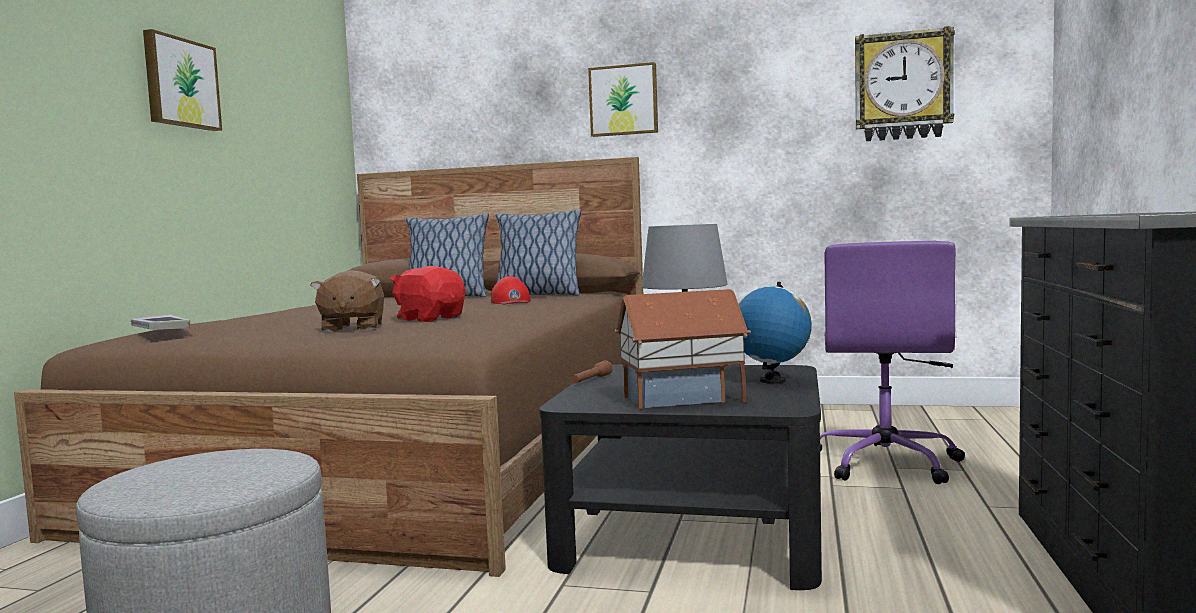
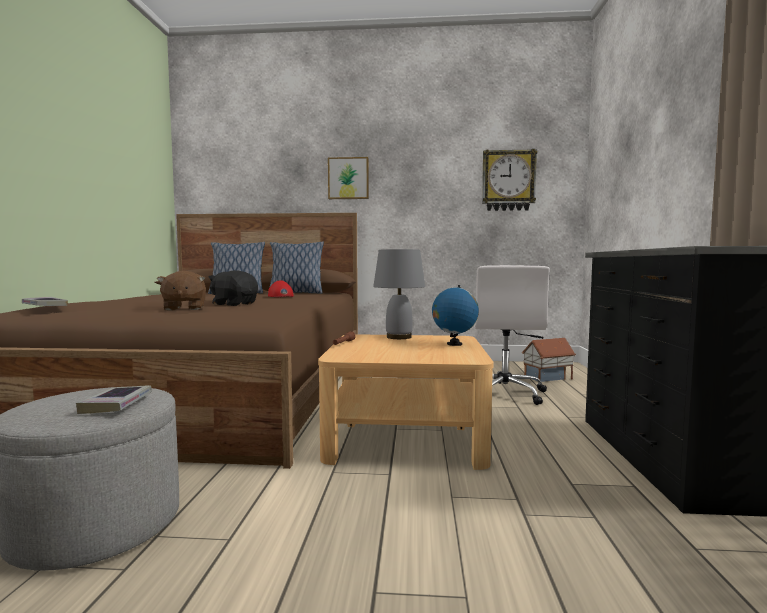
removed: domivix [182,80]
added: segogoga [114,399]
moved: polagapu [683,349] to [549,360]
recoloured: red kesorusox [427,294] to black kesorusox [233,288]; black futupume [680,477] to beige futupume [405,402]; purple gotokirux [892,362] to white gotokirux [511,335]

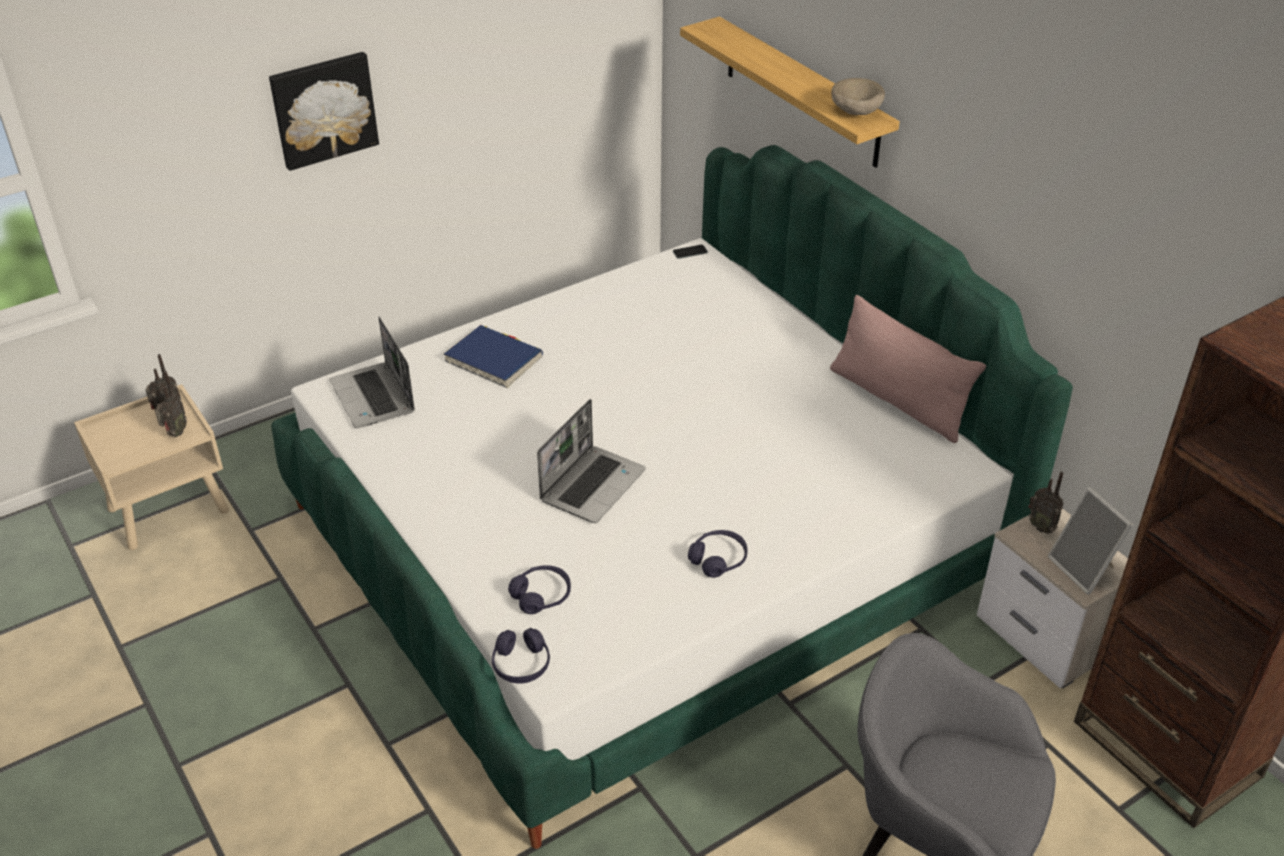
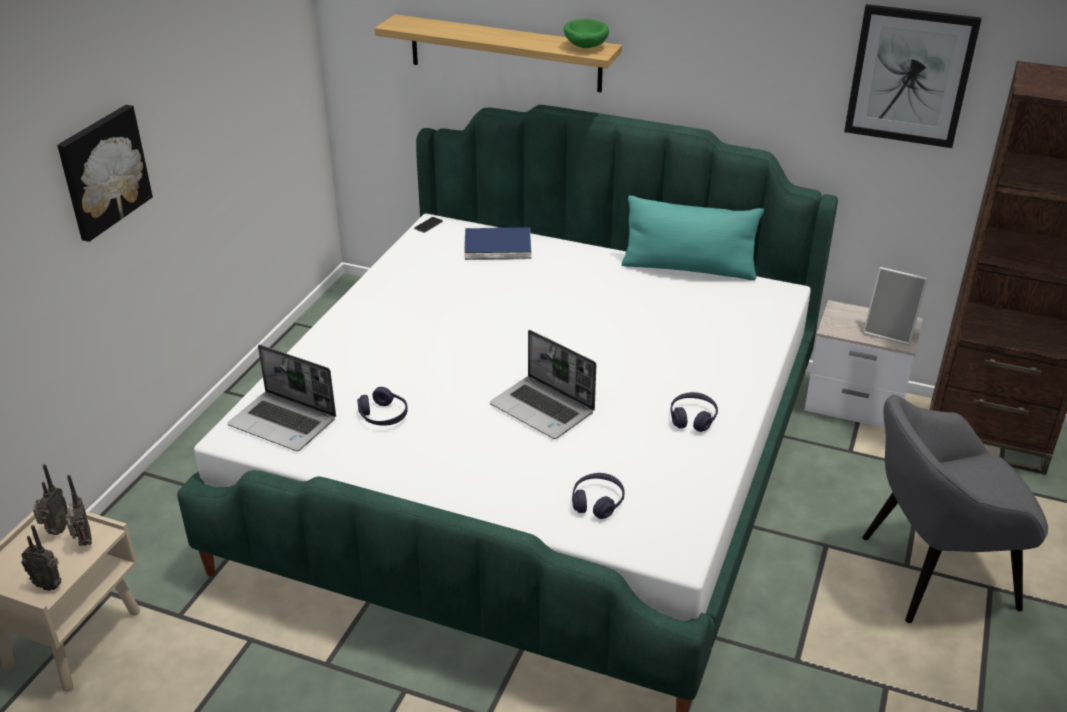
added: domivix [913,76]
moved: blue segogoga [493,356] to [498,243]; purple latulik [521,656] to [382,406]; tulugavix [1045,503] to [41,558]
recoloured: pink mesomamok [908,369] to turquoise mesomamok [693,238]; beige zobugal [858,96] to green zobugal [586,33]
turned: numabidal [591,461] = [543,384] 135 degrees clockwise

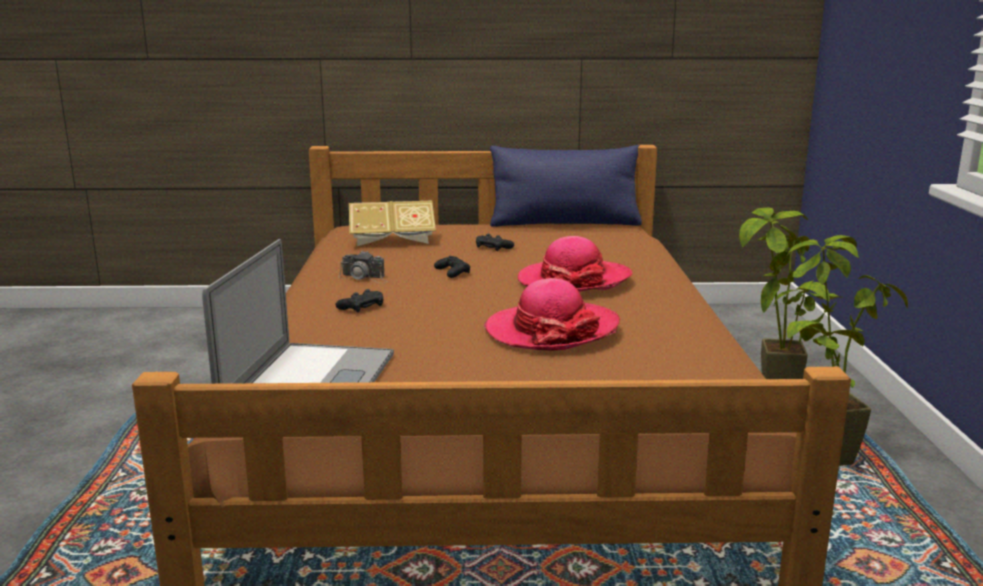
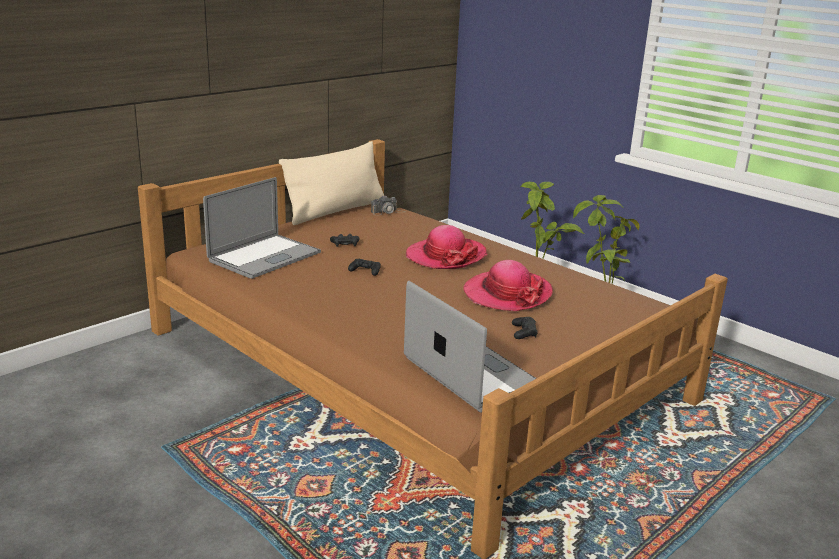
moved: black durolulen [360,301] to [525,328]; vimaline [363,267] to [388,205]
replaced: segogoga [392,223] to numabidal [262,228]
recoloured: blue mesomamok [566,186] to beige mesomamok [331,183]

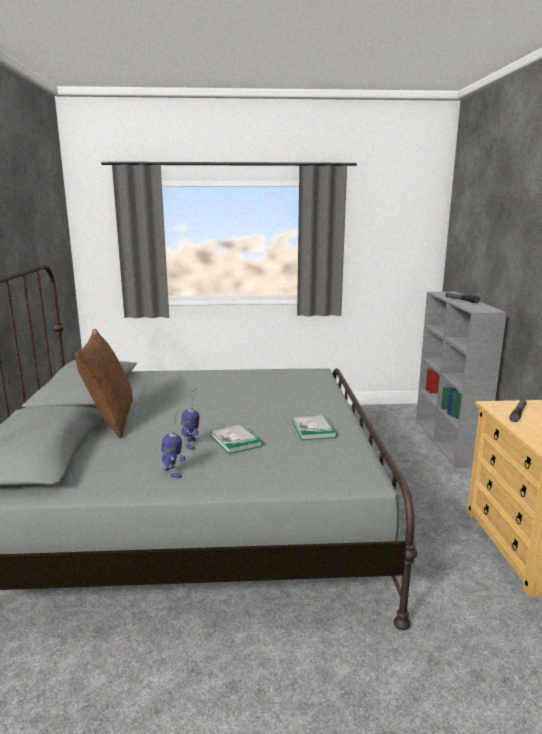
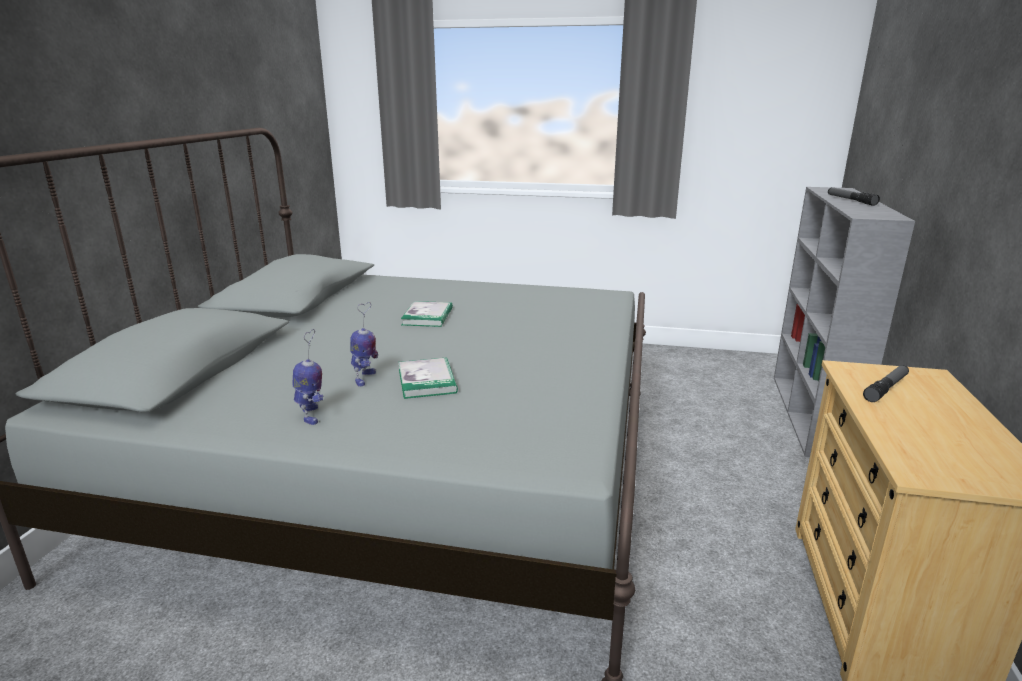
removed: brown mesomamok [103,383]
moved: segogoga [315,427] to [427,314]

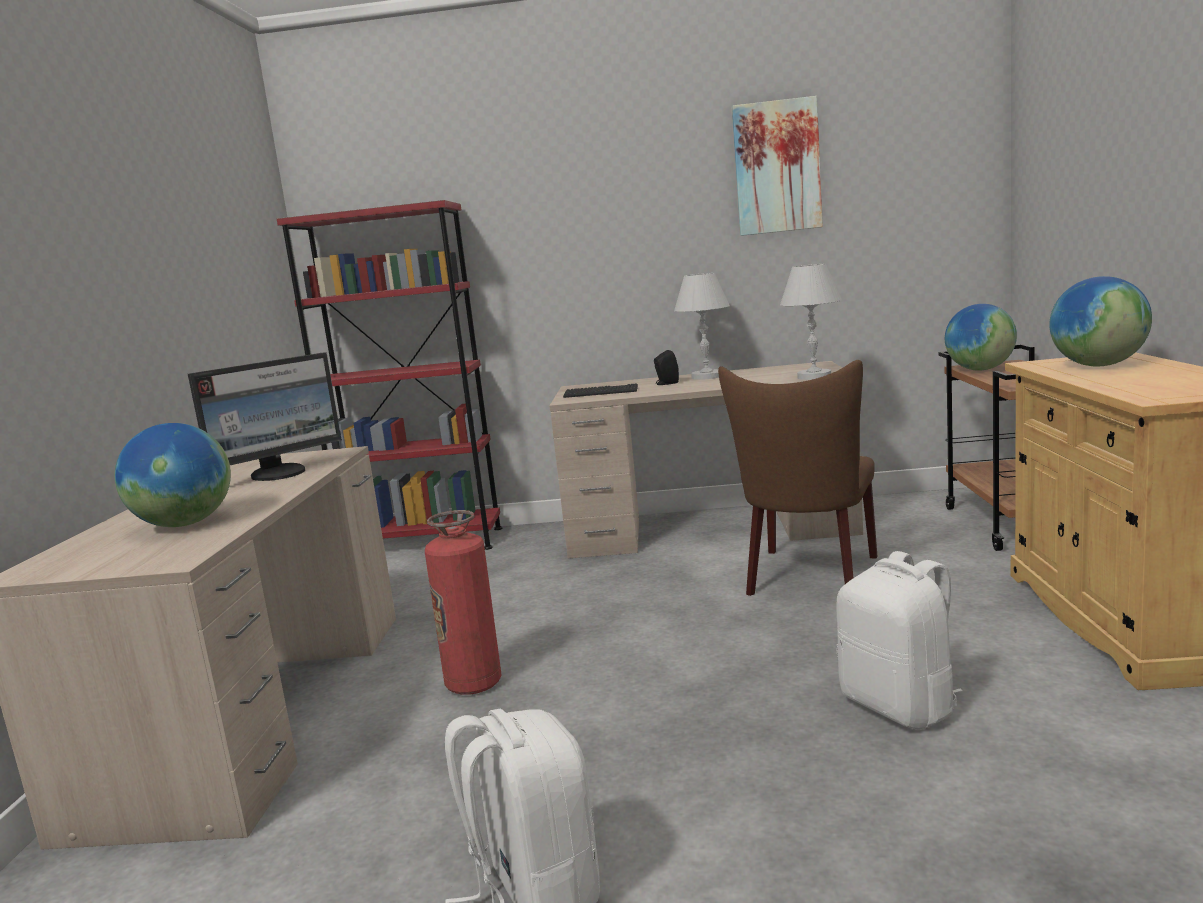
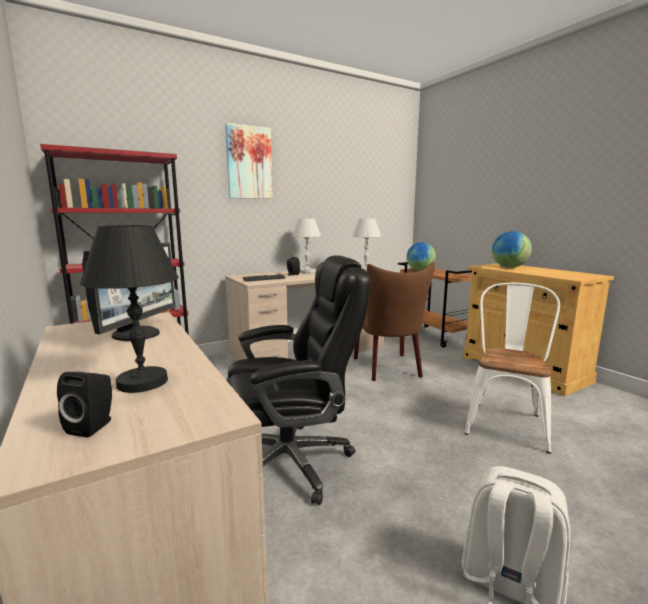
added: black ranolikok [84,405]
moved: domivix [777,166] to [249,161]
replaced: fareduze [173,475] to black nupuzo [129,309]; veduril [463,602] to black gotokirux [298,380]; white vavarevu [899,640] to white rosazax [512,368]

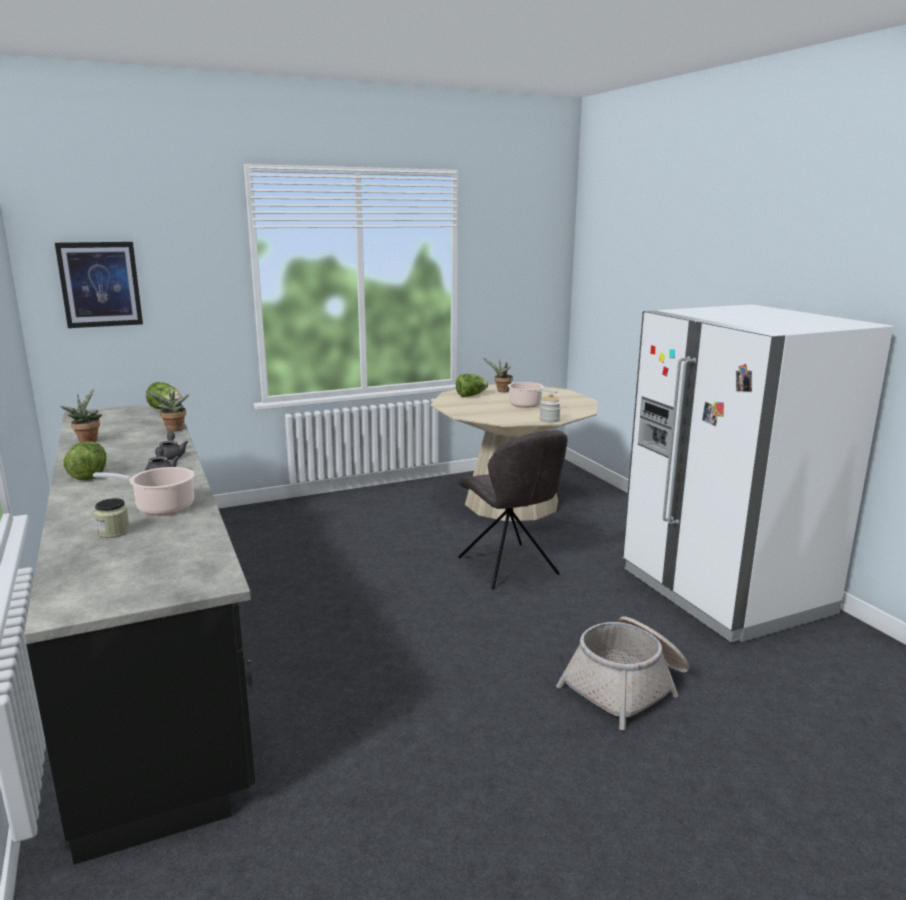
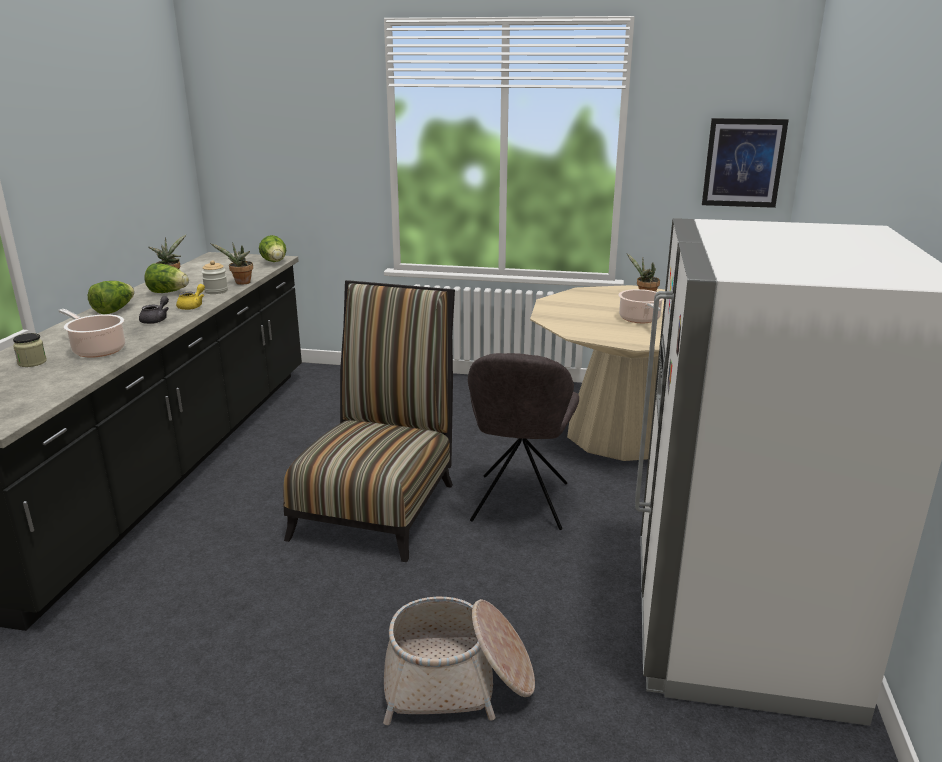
added: rosazax [369,421]
moved: domivix [99,285] to [745,163]; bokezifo [472,385] to [167,278]; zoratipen [550,408] to [214,277]
recoloured: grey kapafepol [172,446] to yellow kapafepol [190,297]

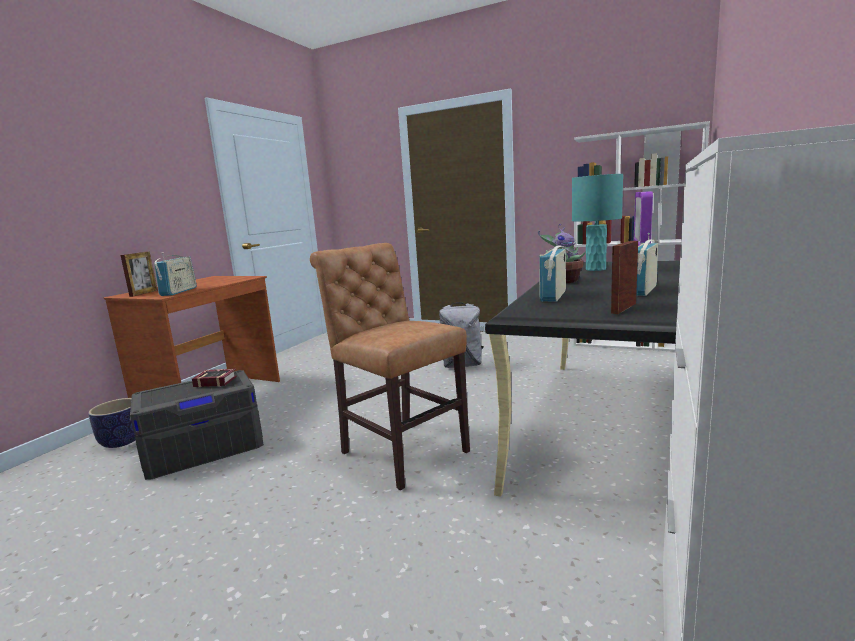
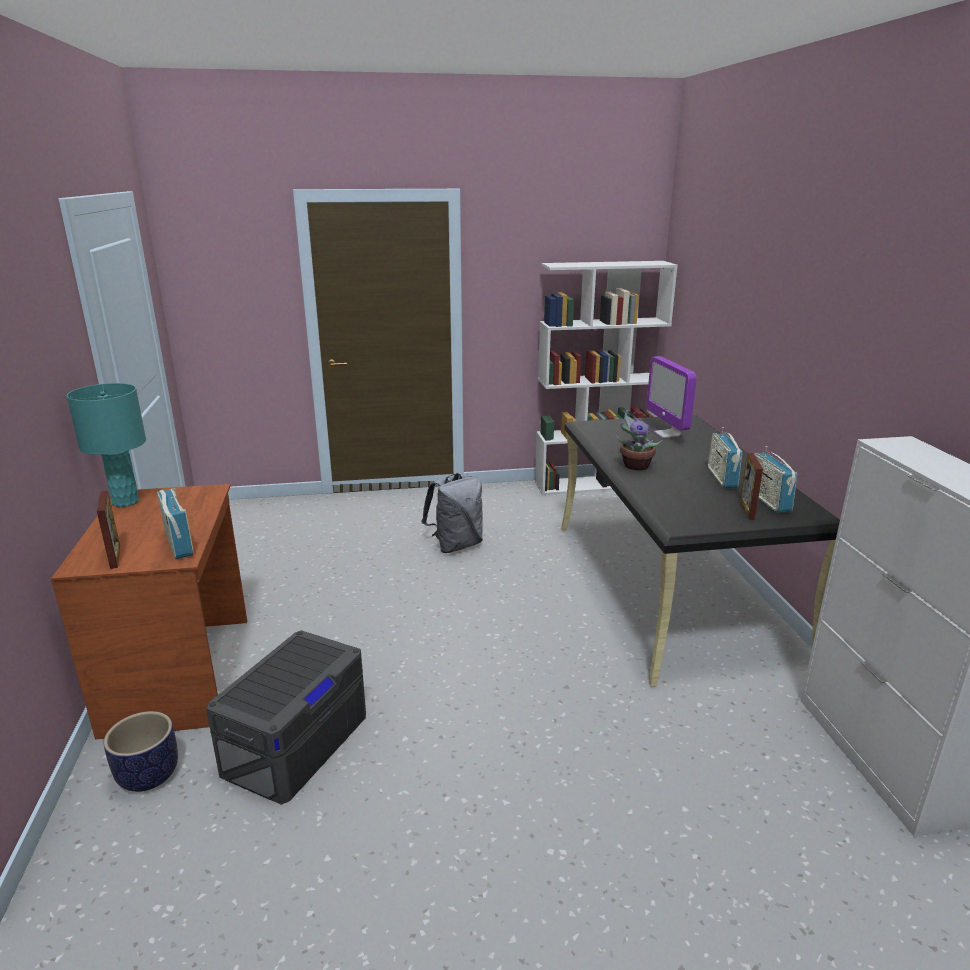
removed: segogoga [214,378]; brown rosazax [390,366]
moved: tulugavix [552,270] to [775,479]; turquoise nupuzo [597,222] to [106,445]

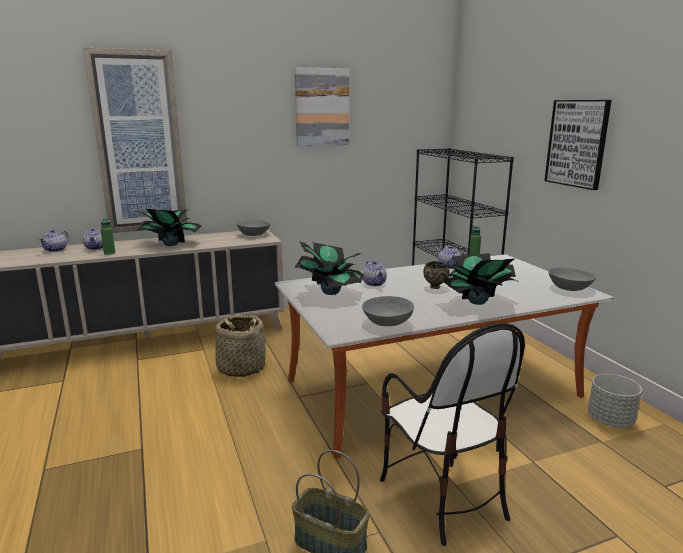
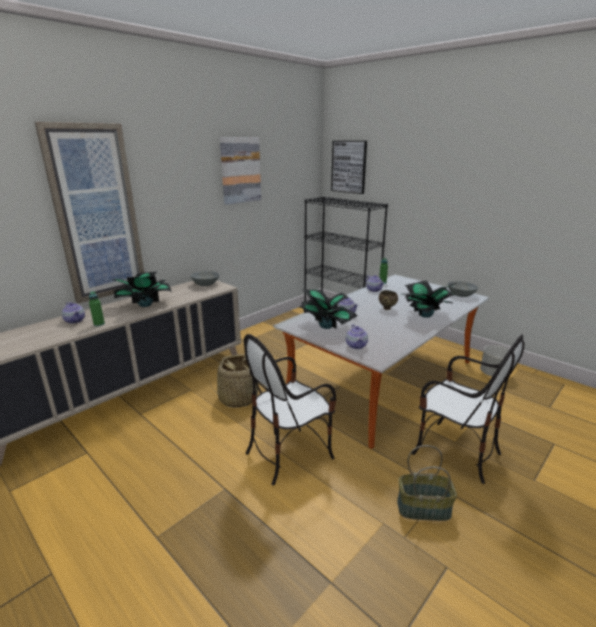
removed: grey zobugal [388,311]
added: rosazax [290,409]
moved: kapafepol [53,241] to [357,336]; domivix [578,145] to [349,167]

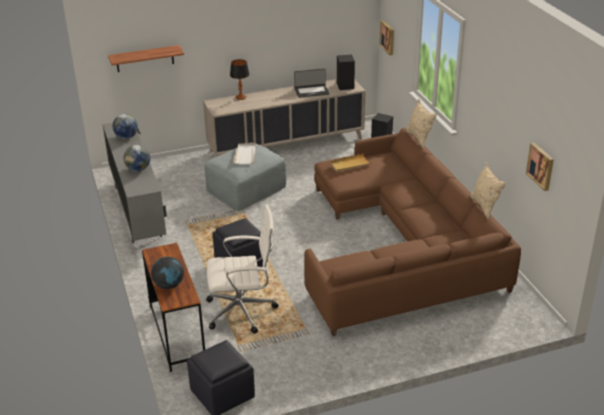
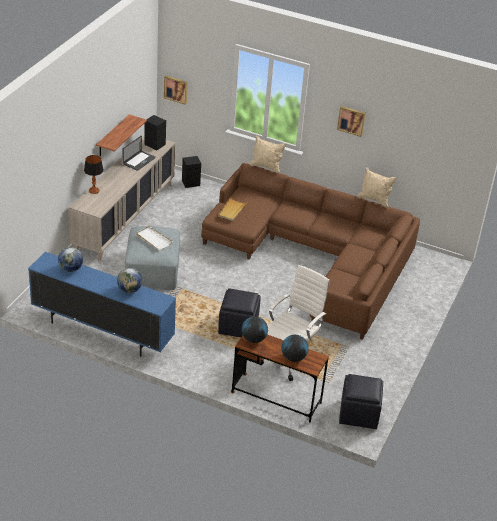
added: fareduze [255,329]
moved: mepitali [146,58] to [121,135]; domivix [540,167] to [351,121]
recoloured: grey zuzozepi [135,182] to blue zuzozepi [102,304]

